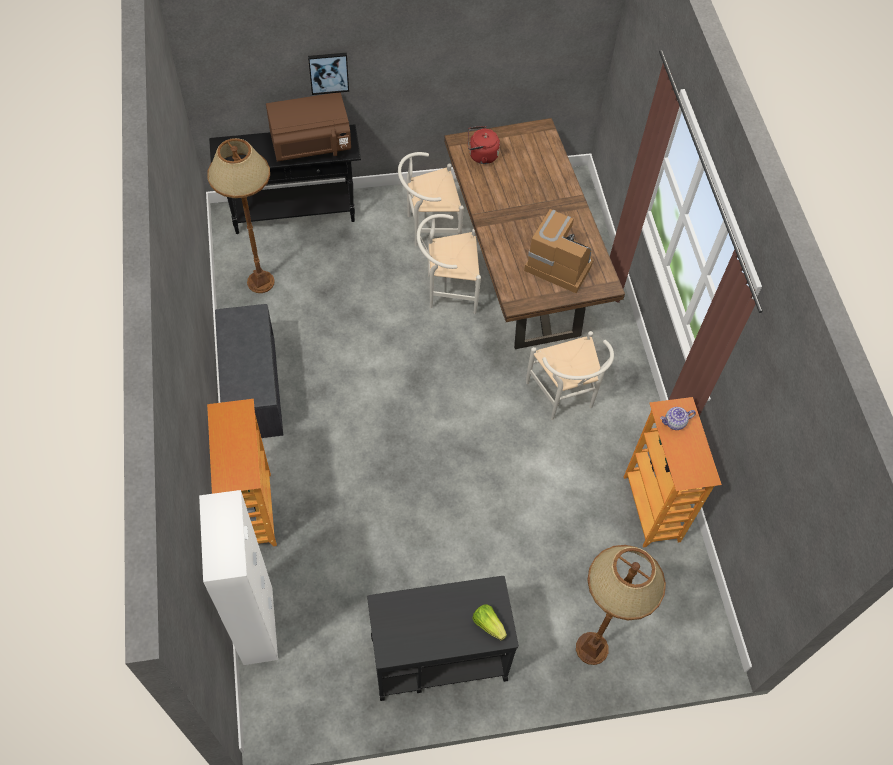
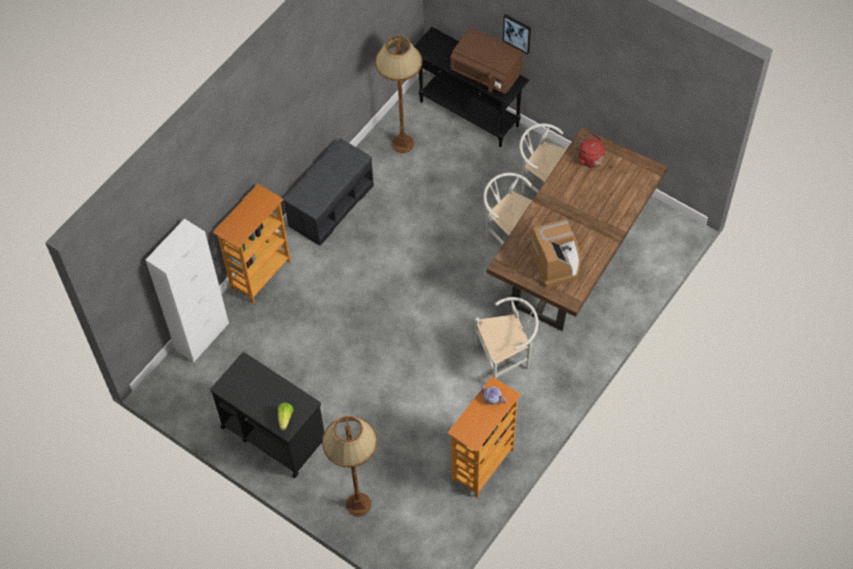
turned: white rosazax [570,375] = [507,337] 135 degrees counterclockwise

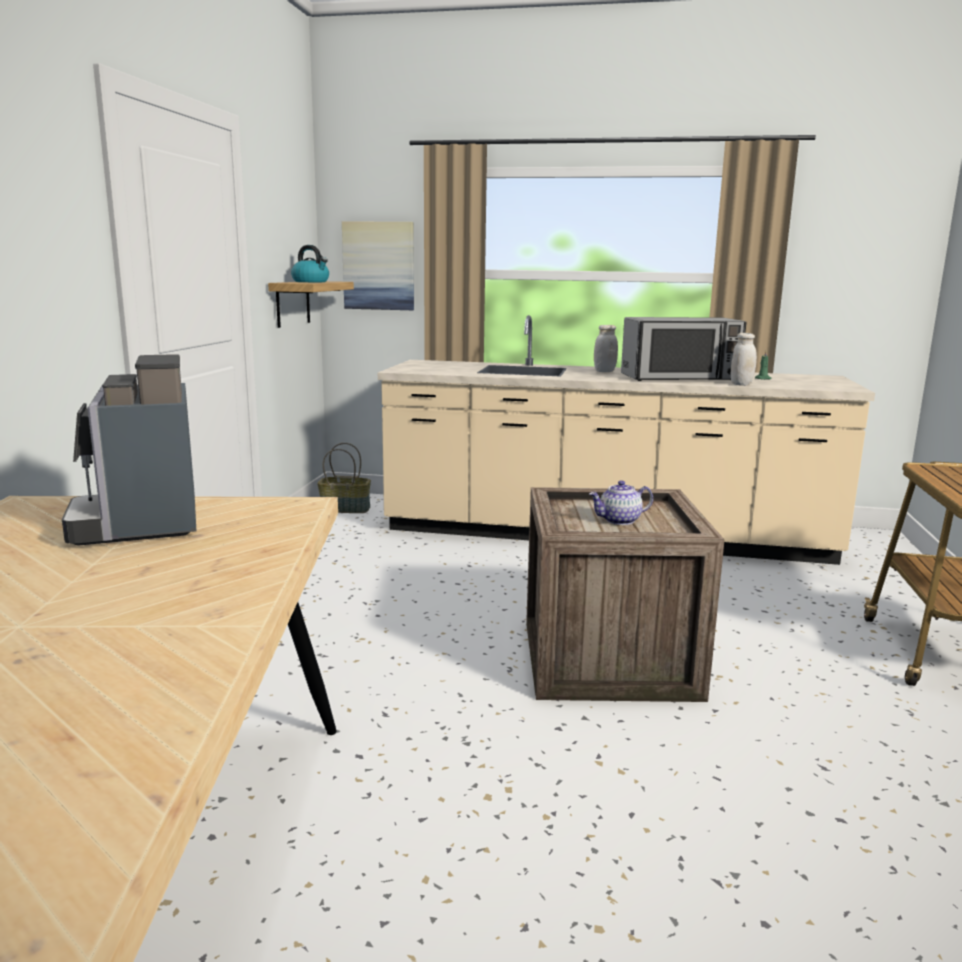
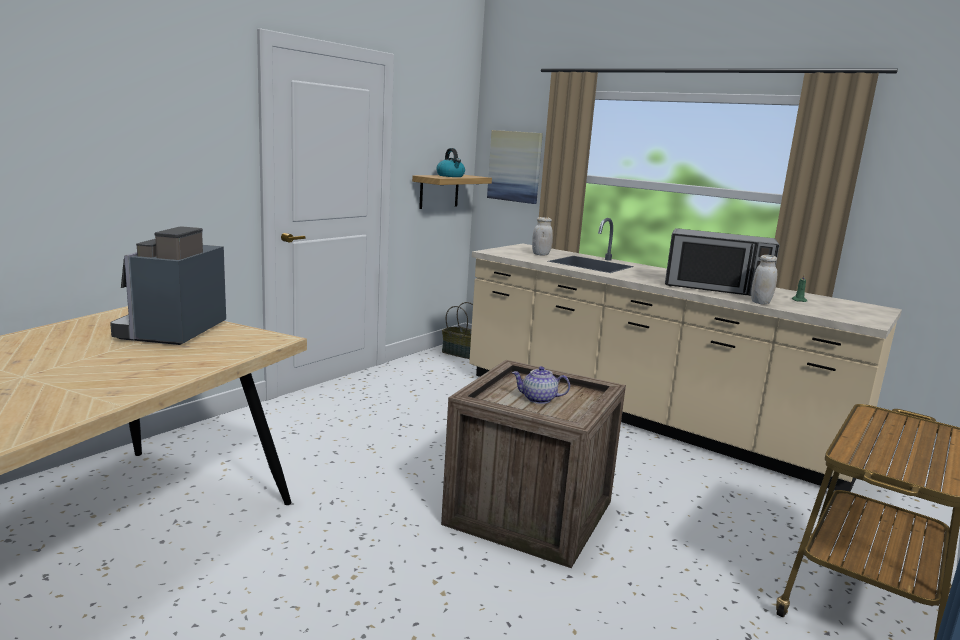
moved: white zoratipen [606,348] to [542,236]

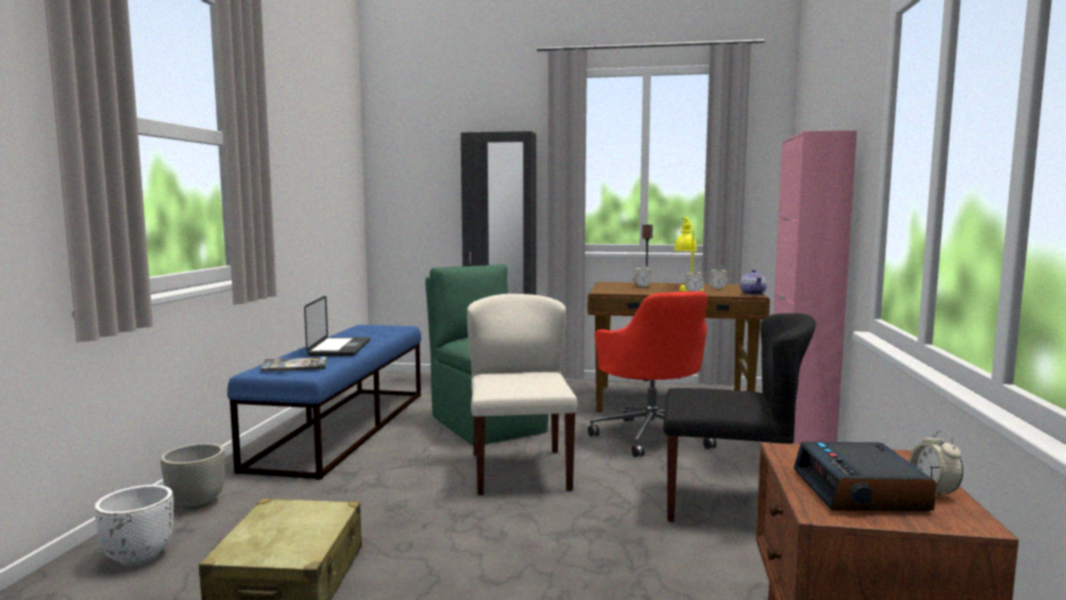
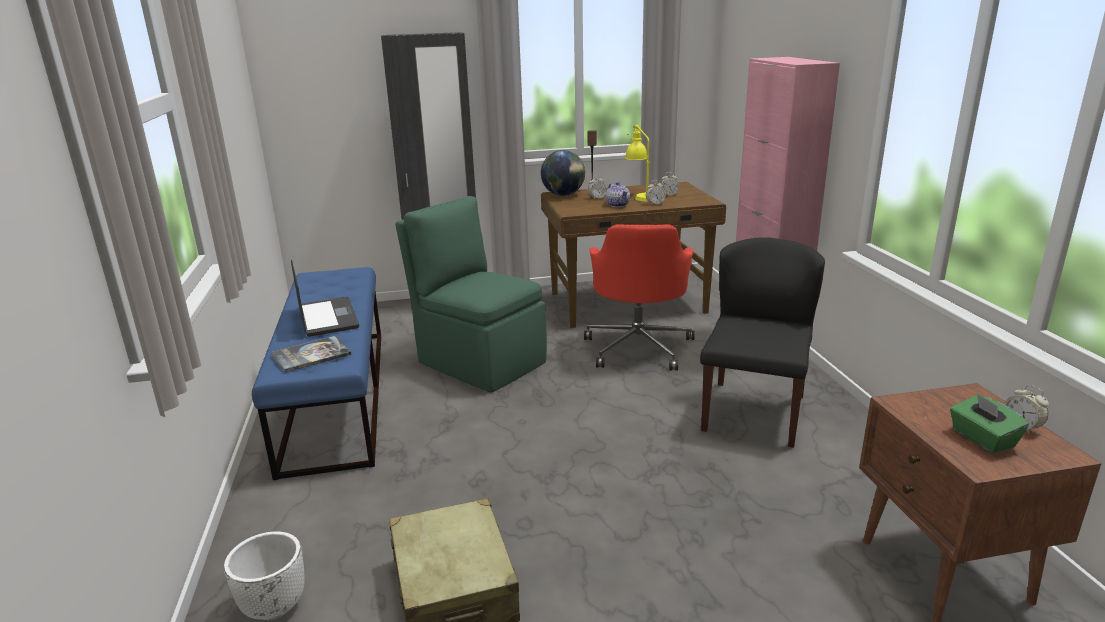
removed: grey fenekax [192,476]; beige rosazax [522,394]
added: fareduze [563,173]
moved: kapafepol [753,282] to [618,194]
replaced: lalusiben [865,476] to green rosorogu [989,423]
turned: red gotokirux [652,374] = [639,297] 45 degrees clockwise; black rosazax [739,417] = [762,342] 60 degrees counterclockwise

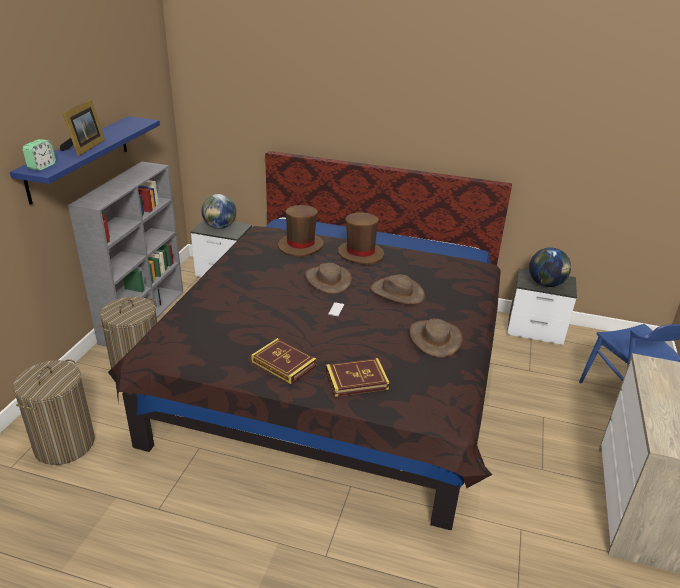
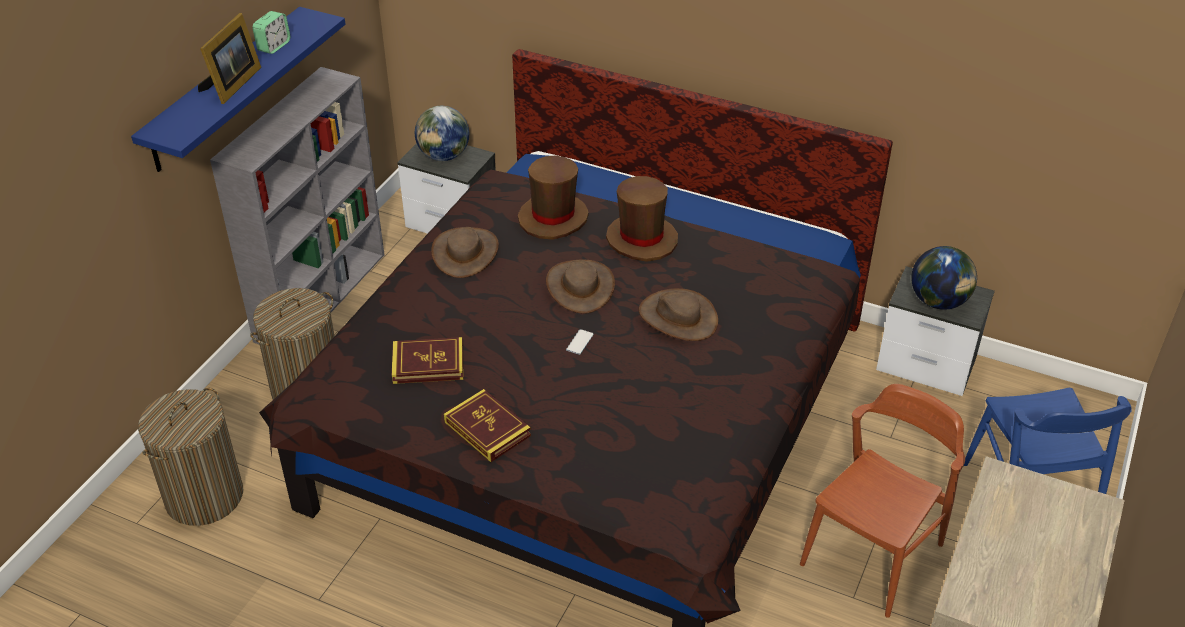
added: brown rosazax [882,501]
moved: lalusiben [39,155] to [271,32]; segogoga [357,377] to [427,360]; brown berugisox [436,338] to [465,252]

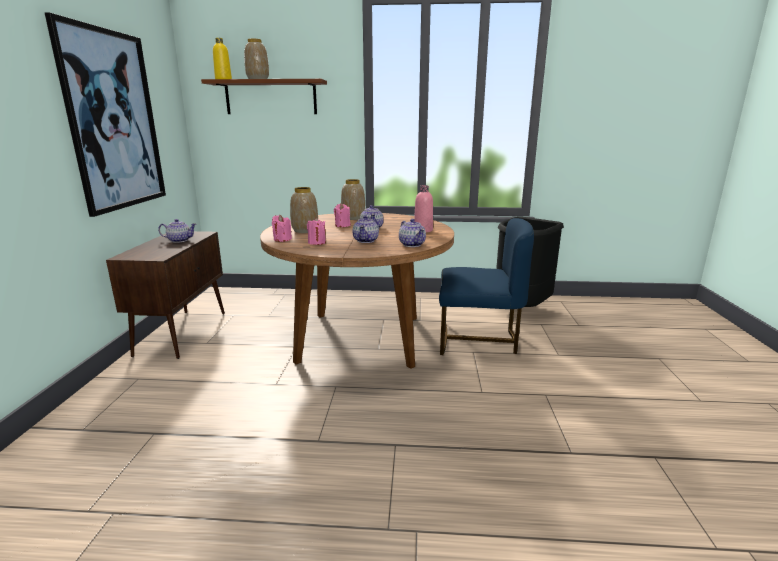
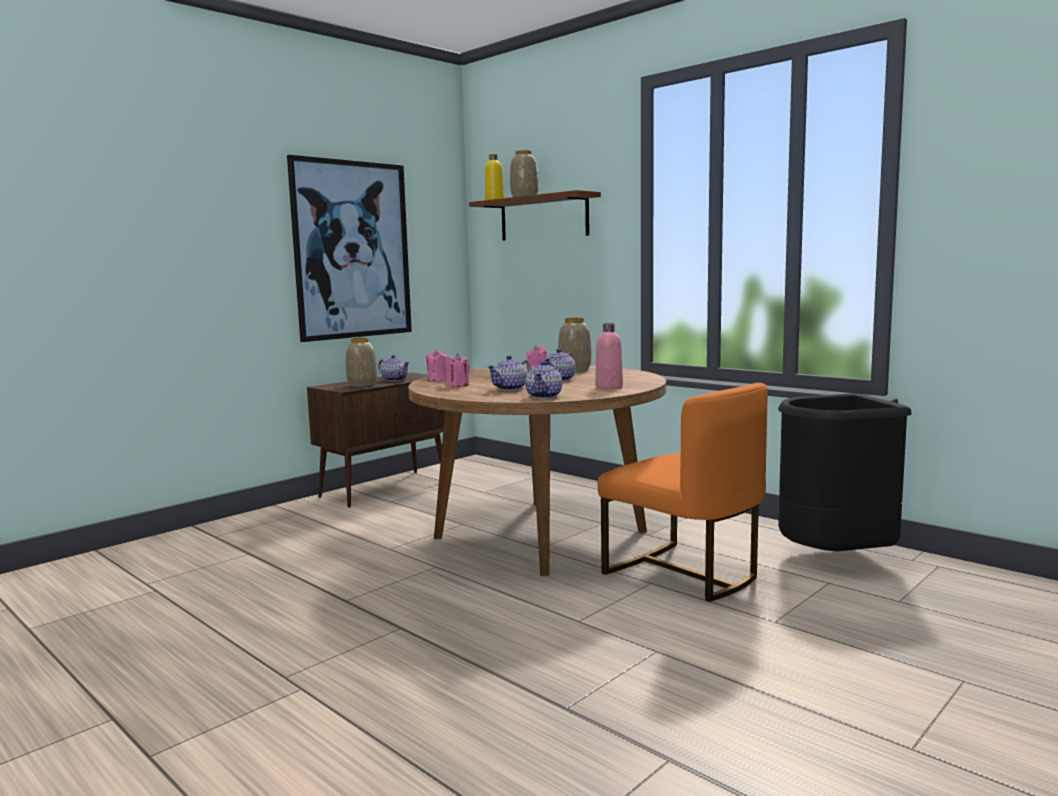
moved: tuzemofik [304,210] to [361,362]
recoloured: blue rosazax [486,286] to orange rosazax [682,492]

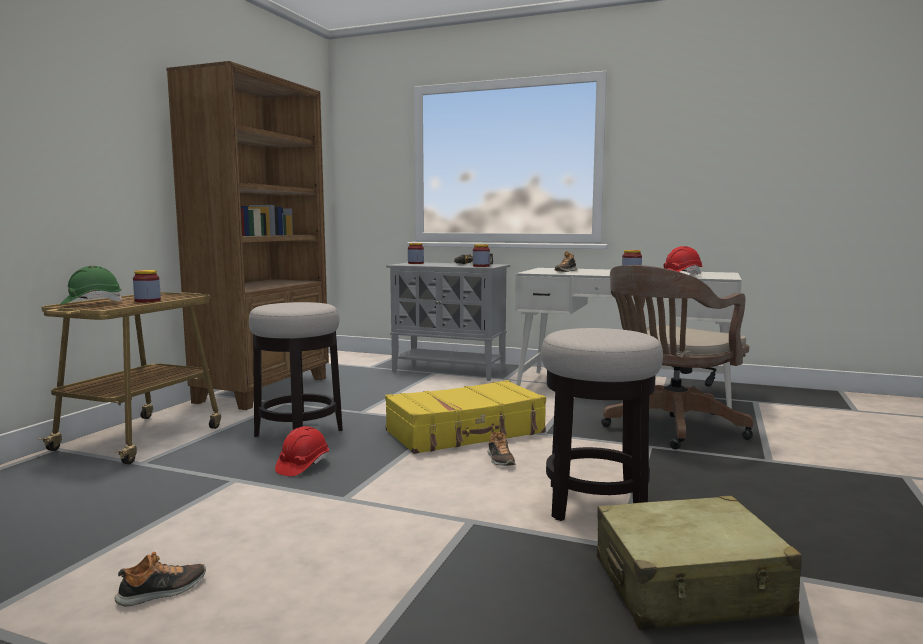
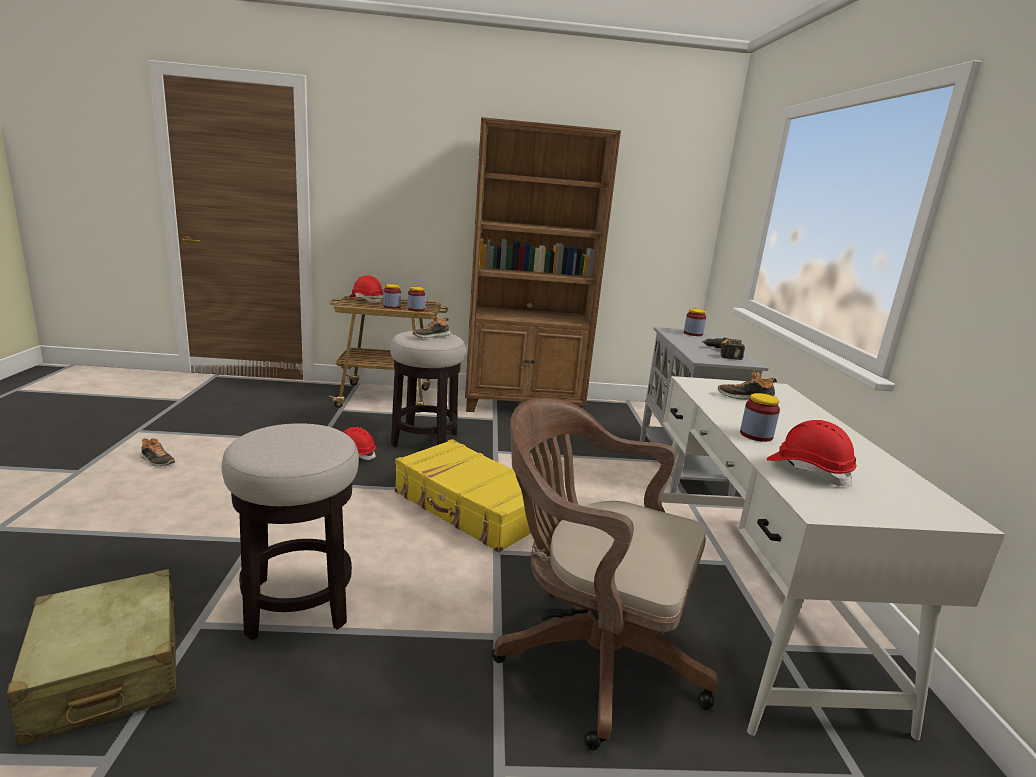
moved: zoratipen [481,255] to [416,299]; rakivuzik [502,448] to [432,326]
recoloured: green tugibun [91,285] to red tugibun [366,289]

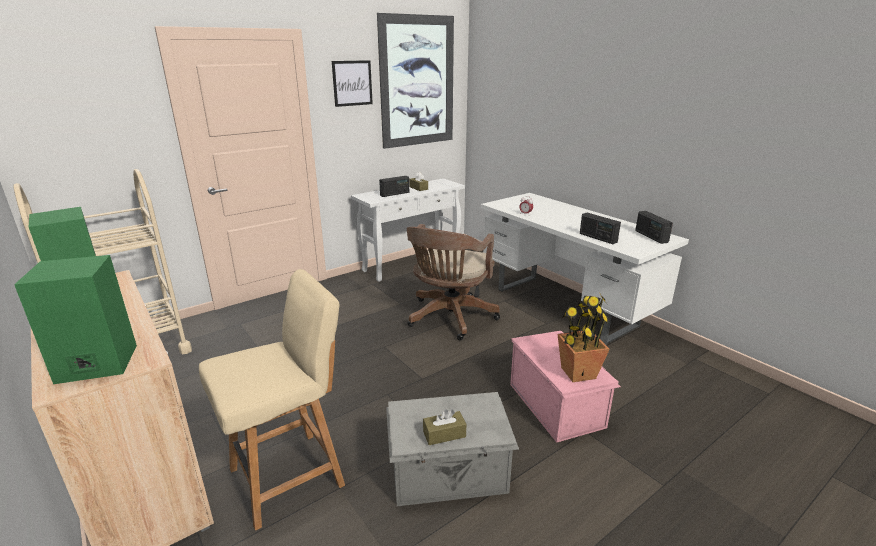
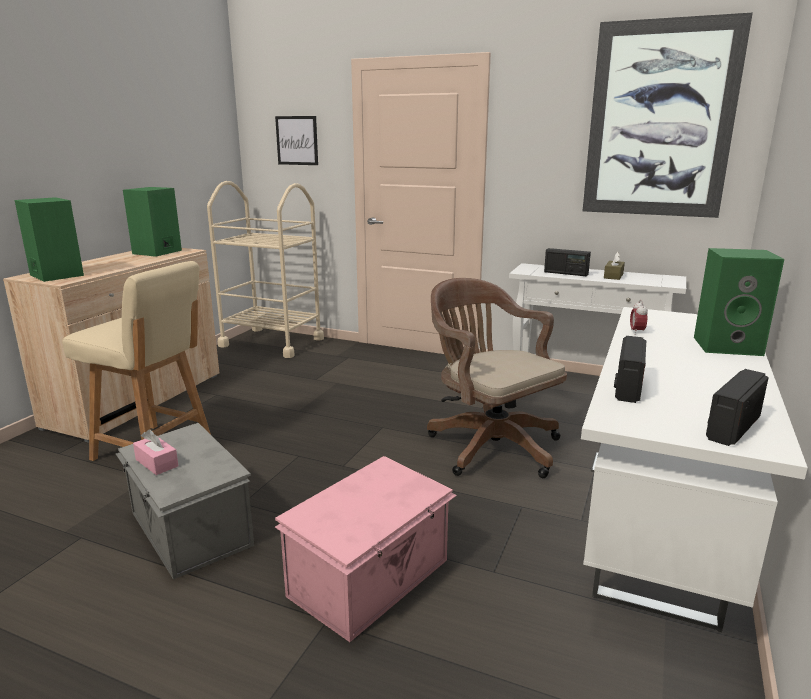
removed: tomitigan [583,337]
added: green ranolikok [739,302]
moved: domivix [352,83] to [296,140]
recoloured: brown rosorogu [444,427] to pink rosorogu [155,452]
turned: brown gotokirux [453,282] = [497,378] 60 degrees clockwise

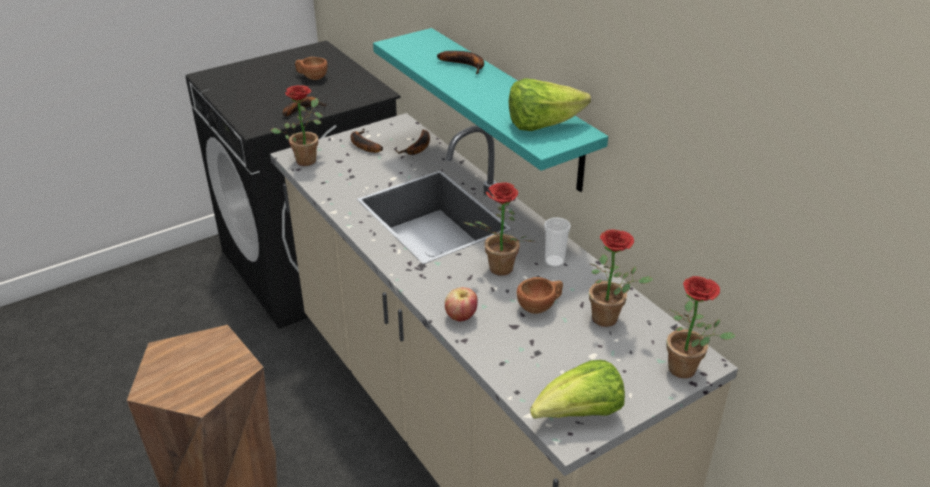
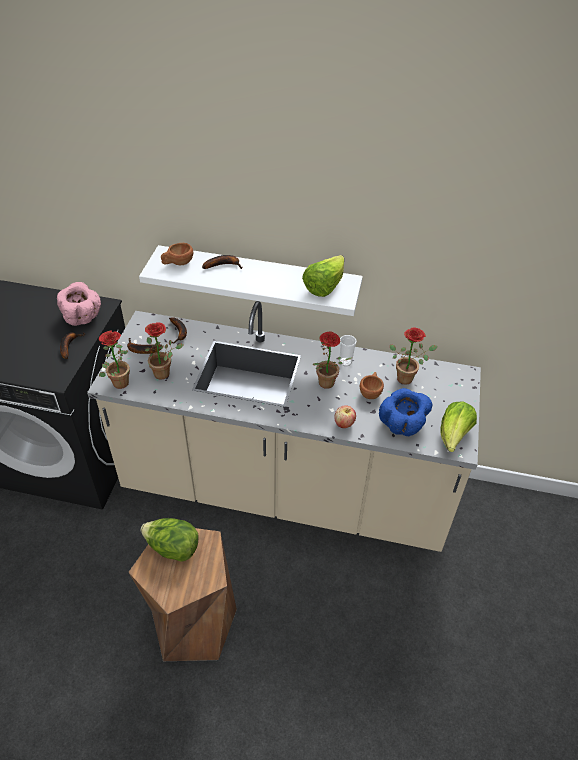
added: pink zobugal [79,304]; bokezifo [169,540]; blue zobugal [405,412]
moved: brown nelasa [311,68] to [177,254]; tomitigan [700,327] to [164,351]
recoloured: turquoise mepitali [490,110] to white mepitali [251,280]

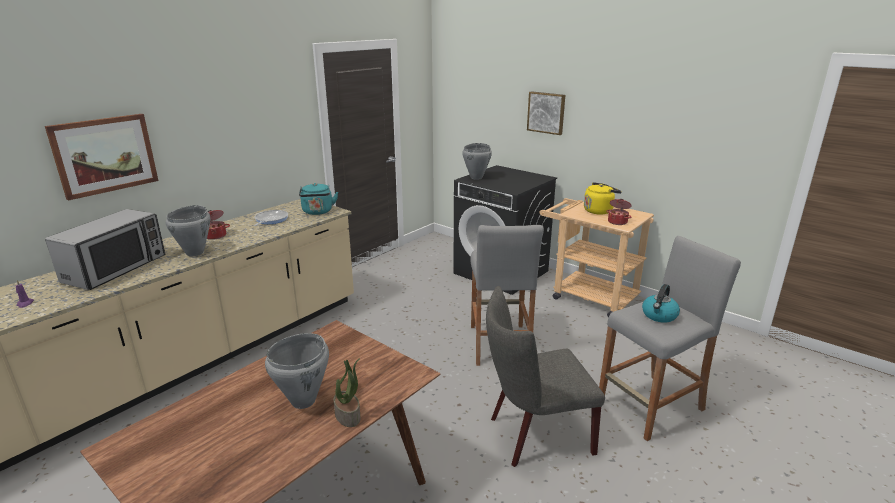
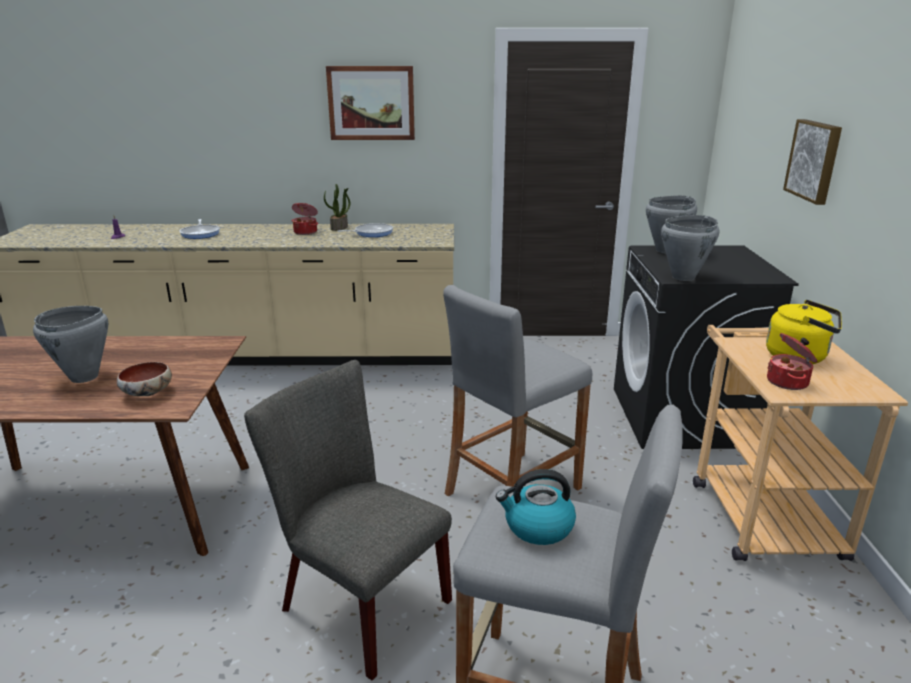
removed: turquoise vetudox [318,199]
added: zobugal [144,379]
moved: domivix [102,157] to [370,103]; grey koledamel [188,230] to [690,248]; tomitigan [347,392] to [337,207]
replaced: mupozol [105,249] to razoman [200,229]

